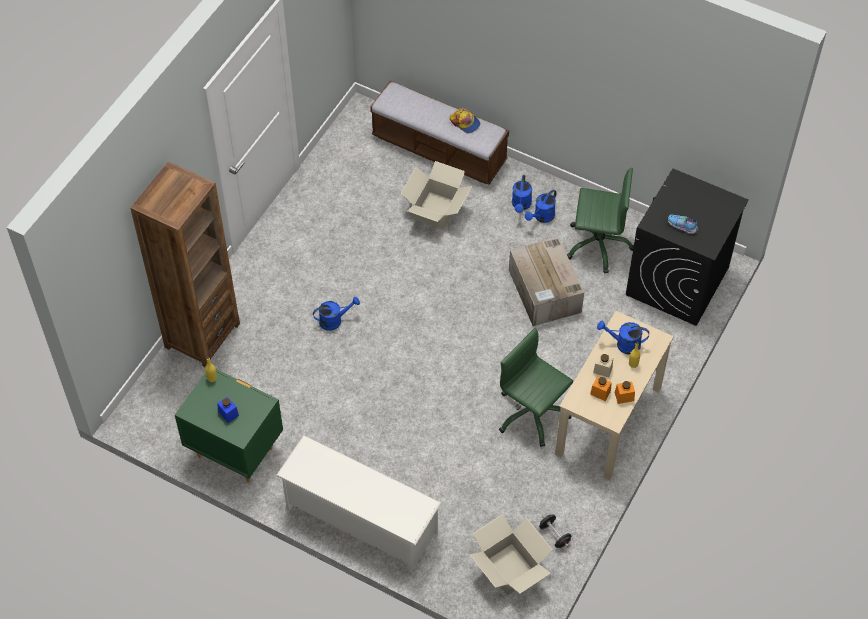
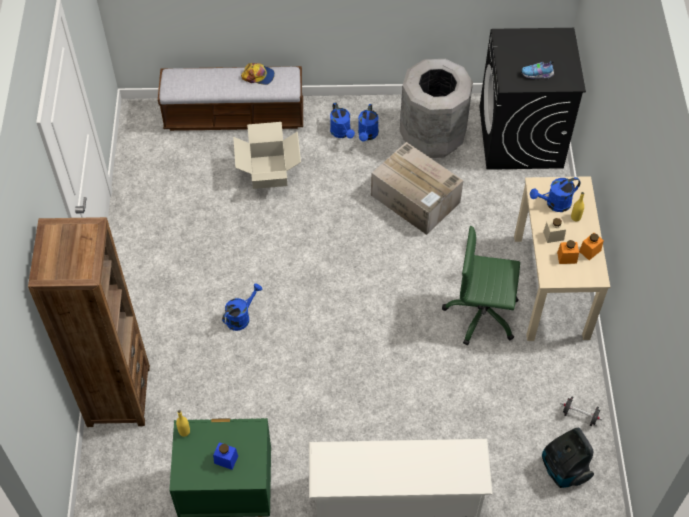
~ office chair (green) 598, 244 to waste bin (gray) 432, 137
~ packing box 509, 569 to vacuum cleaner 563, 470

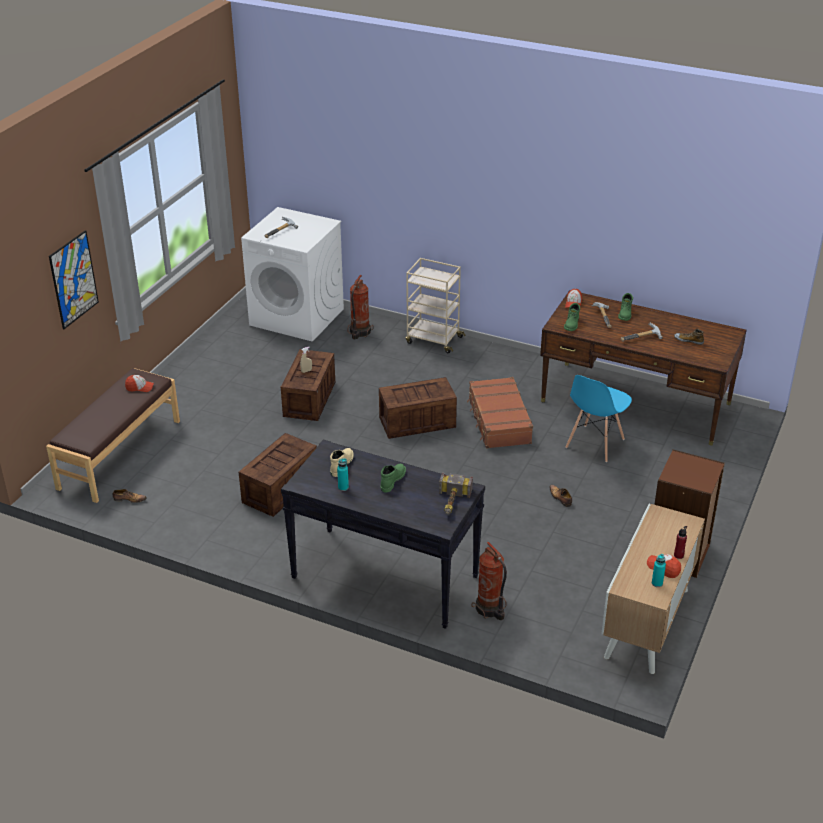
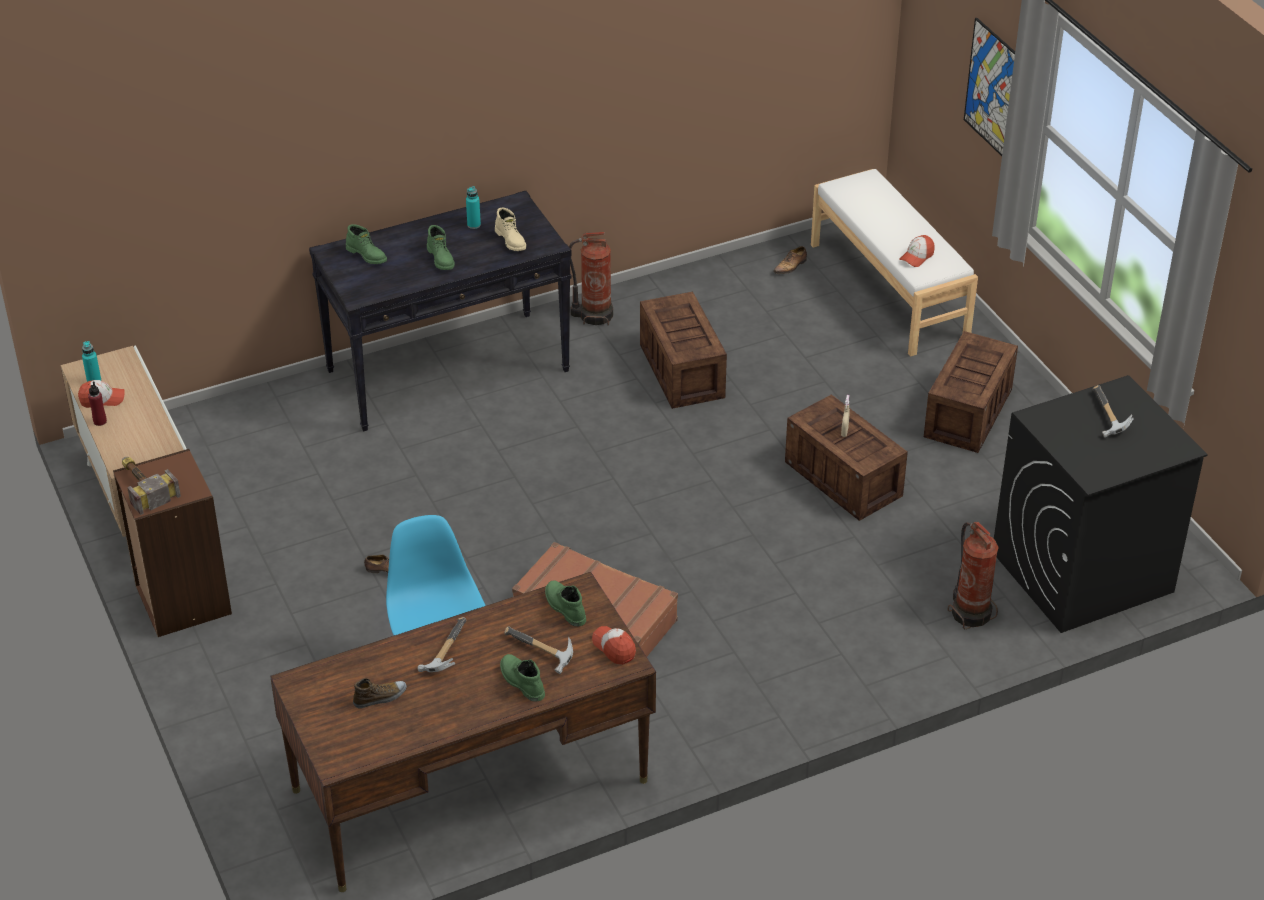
~ laundry appliance (white-coloured) 297, 317 to laundry appliance (blackish) 1081, 572
- wheeled cart (sand-coloured) 433, 340
~ indoor bench (brown) 119, 454 to indoor bench (white-coloured) 889, 290
~ crate 416, 422 to 968, 411
~ hammer 452, 502 to 142, 486
~ fire-fighting cylinder 490, 609 to 594, 315
+ high-top boot (green) 367, 255

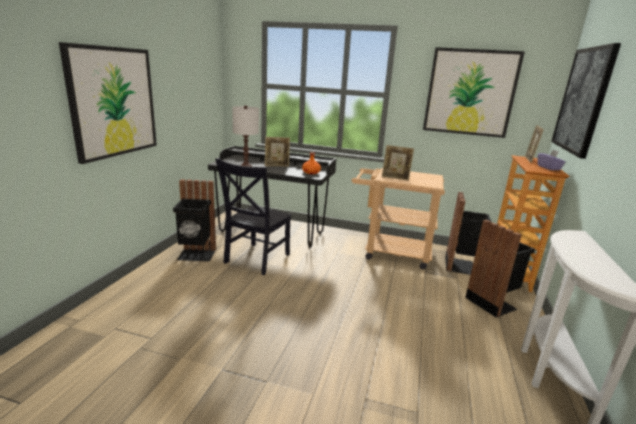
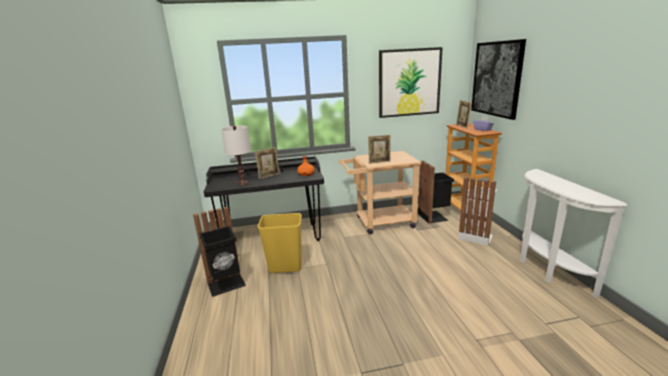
- wall picture 113, 102
~ chair (blackish) 255, 259 to waste bin (yellow-coloured) 285, 267
~ waste bin (blackish) 492, 302 to waste bin (white-coloured) 475, 236

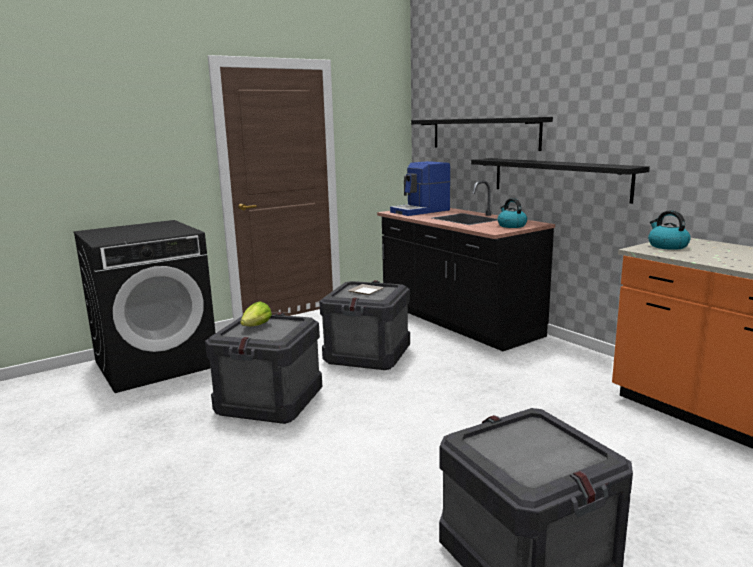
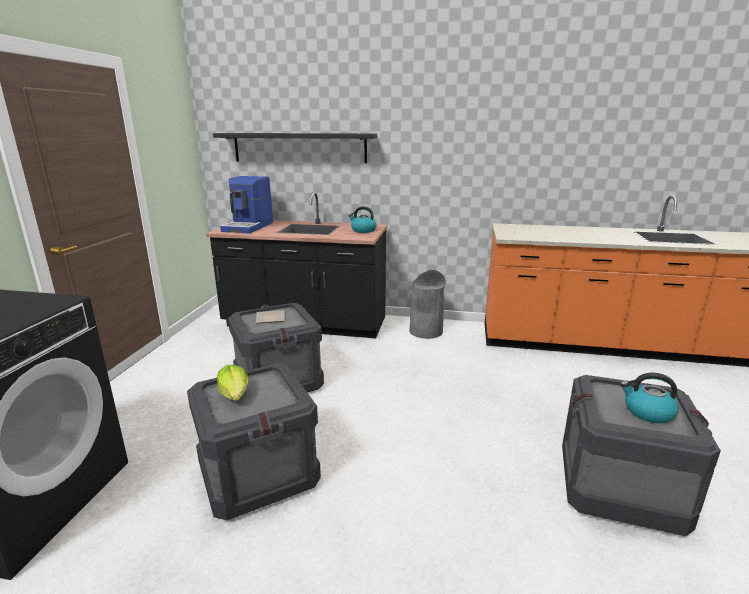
- bracket shelf (blackish) 558, 178
~ water kettle 667, 246 to 647, 412
+ waste bin (gray) 425, 331

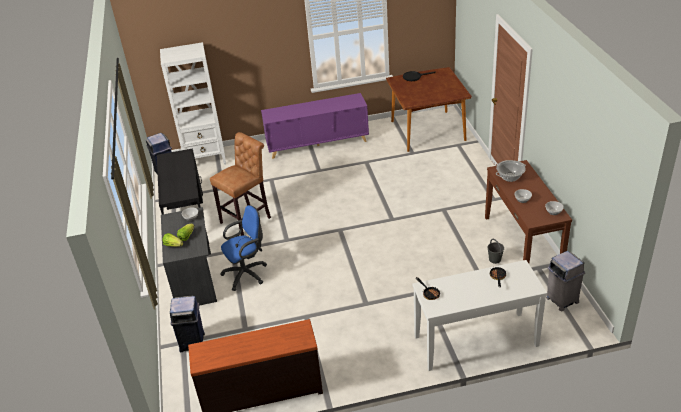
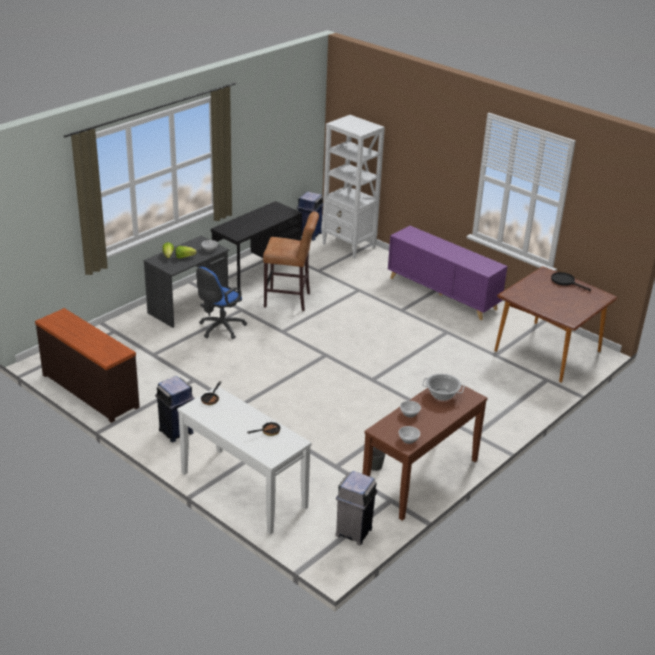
~ office chair (blue-coloured) 247, 273 = 220, 329 105 degrees clockwise
~ waste bin (blue-coloured) 193, 342 to 176, 432

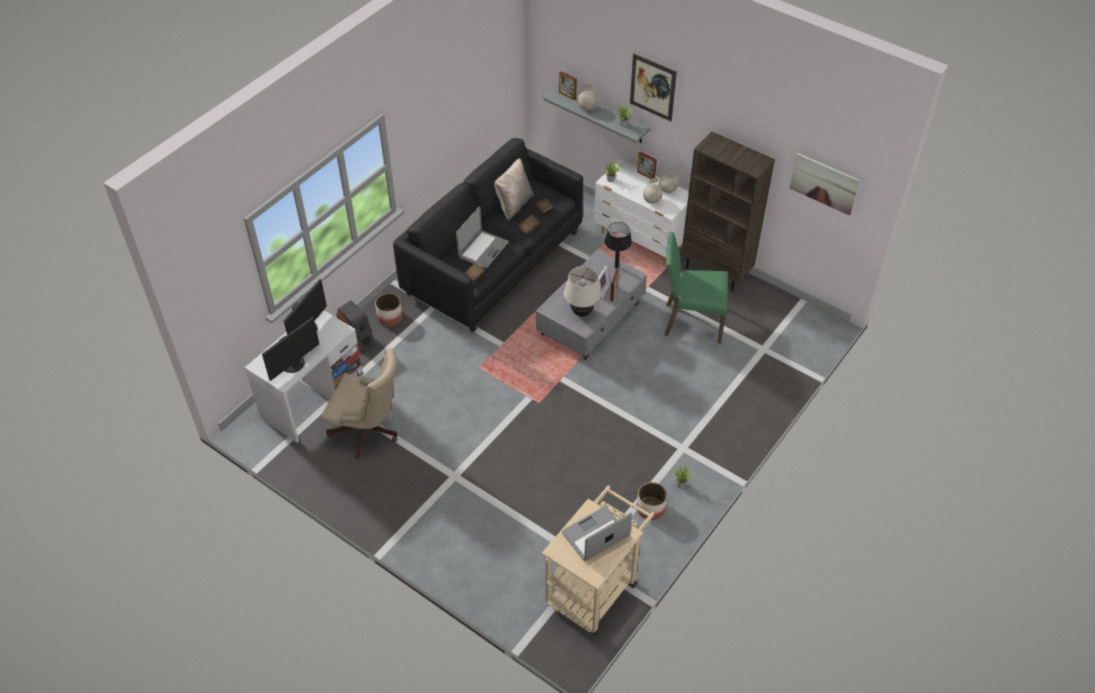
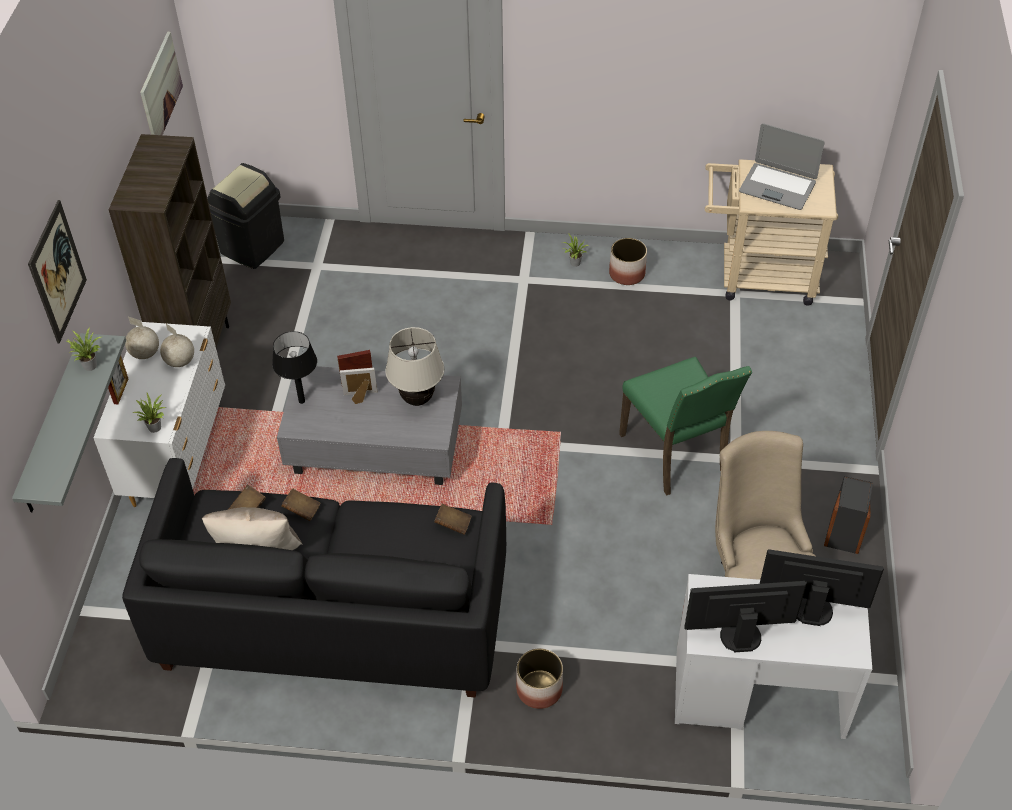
- photo frame 567, 96
- desk globe 587, 108
- portable computer 482, 249
~ chair (green) 691, 321 to 676, 454
~ loudspeaker 359, 341 to 844, 529
+ waste bin (blackish) 252, 247

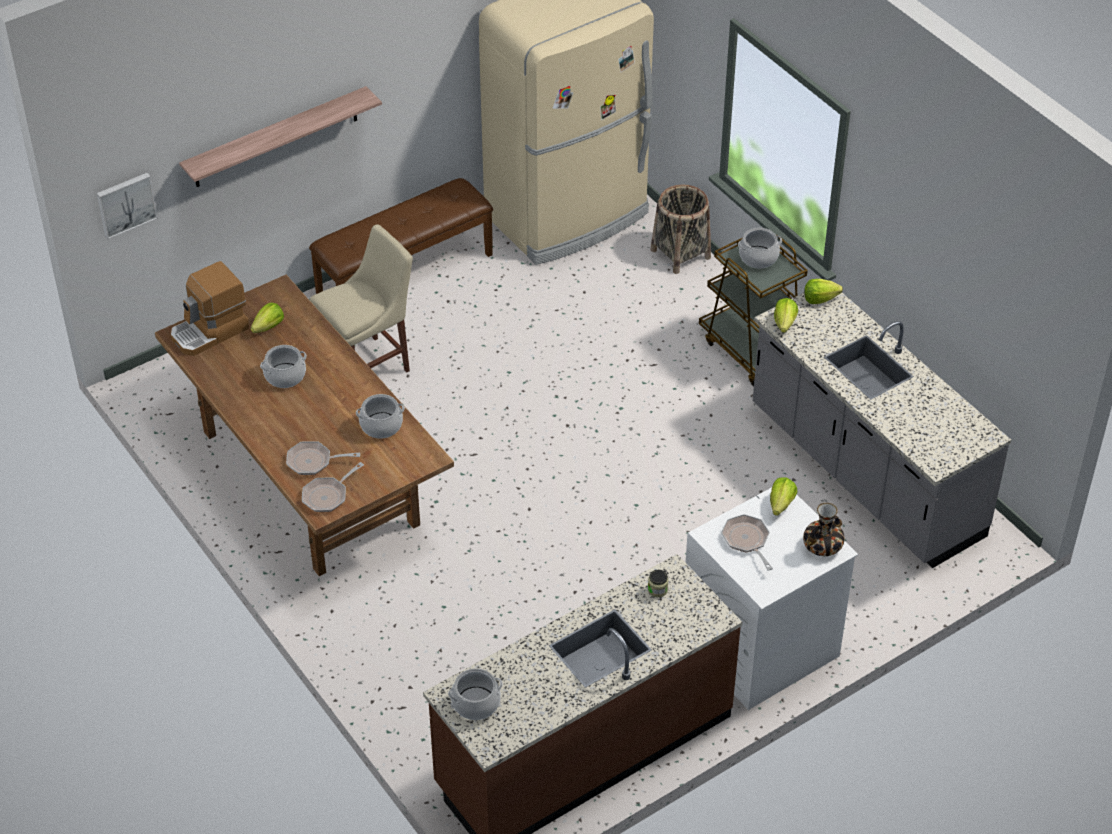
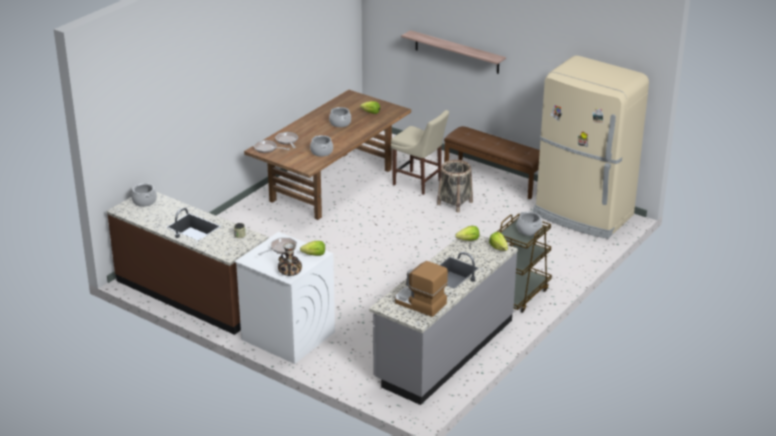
- wall picture 126, 204
~ household basket 680, 254 to 455, 203
~ coffee maker 210, 332 to 419, 303

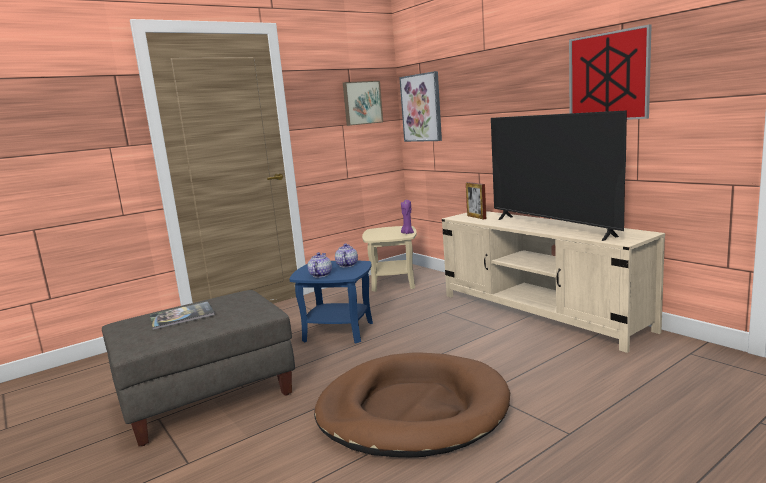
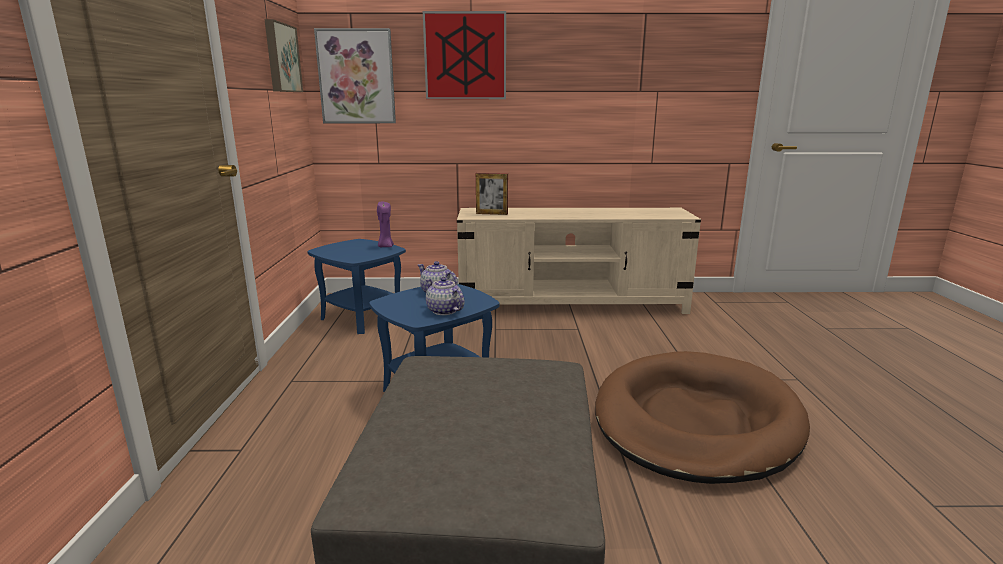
~ wall picture 608, 77 to 465, 56
- television 552, 227
~ end table (sand-coloured) 393, 282 to end table (blue-coloured) 362, 318
- volume 182, 316

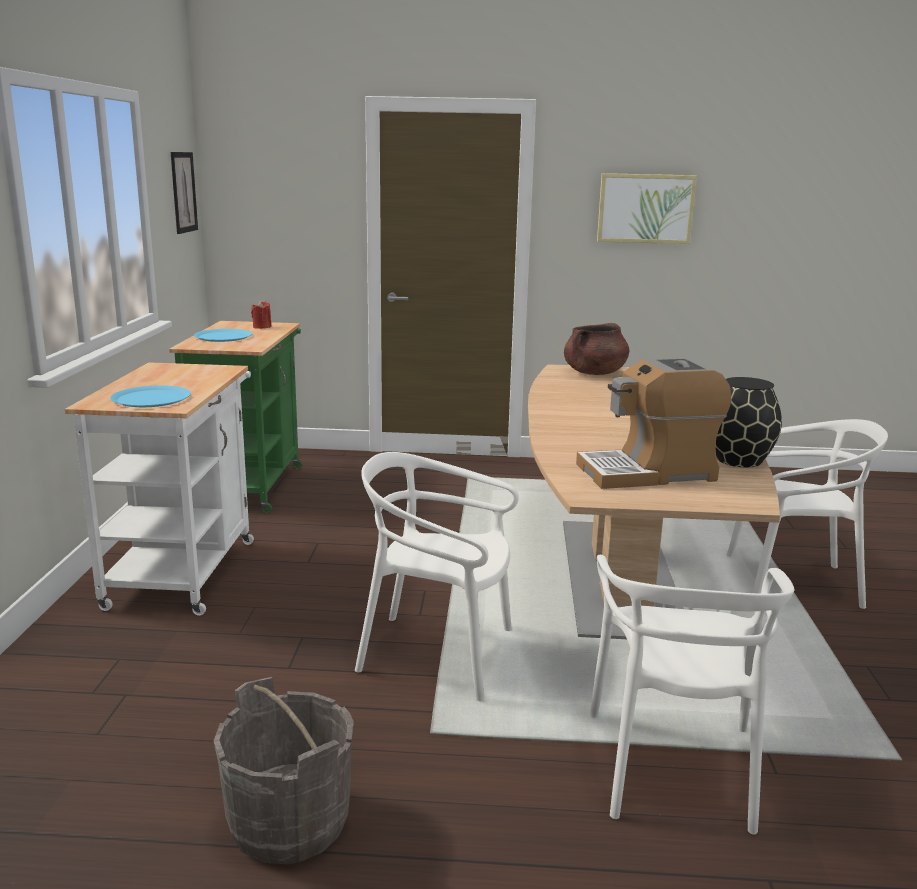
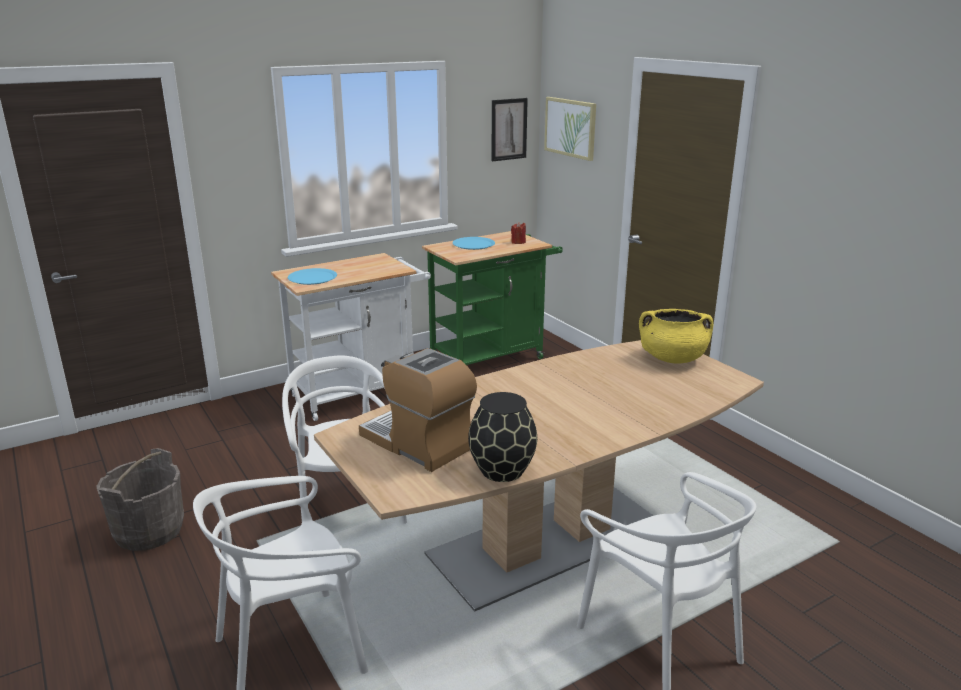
~ wall picture 645, 208 to 570, 127
~ saucepot (brown) 594, 373 to saucepot (yellow-coloured) 672, 358

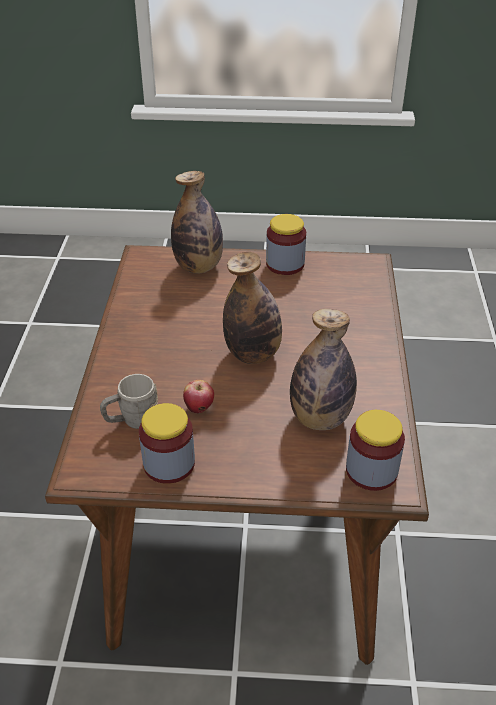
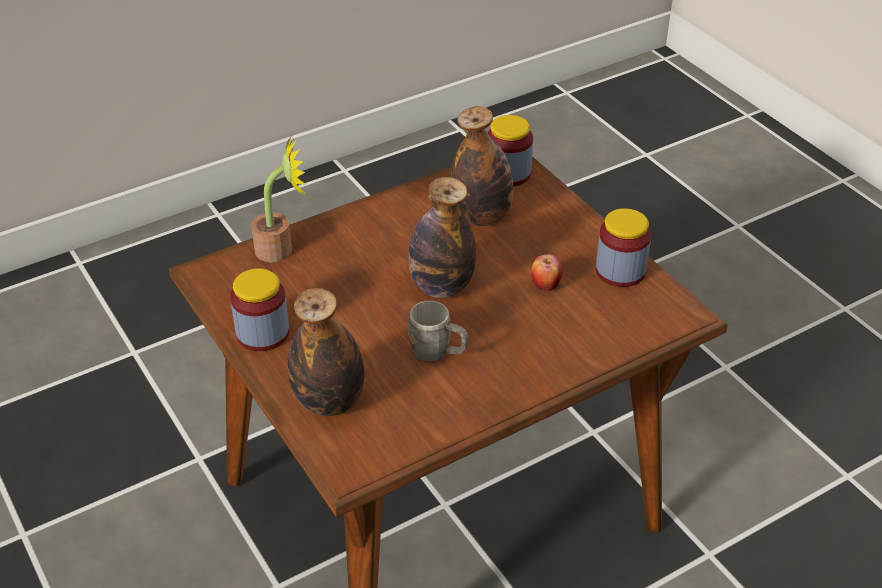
~ coffee mug (gray) 132, 420 to 437, 353
+ plant in a pot 281, 249

